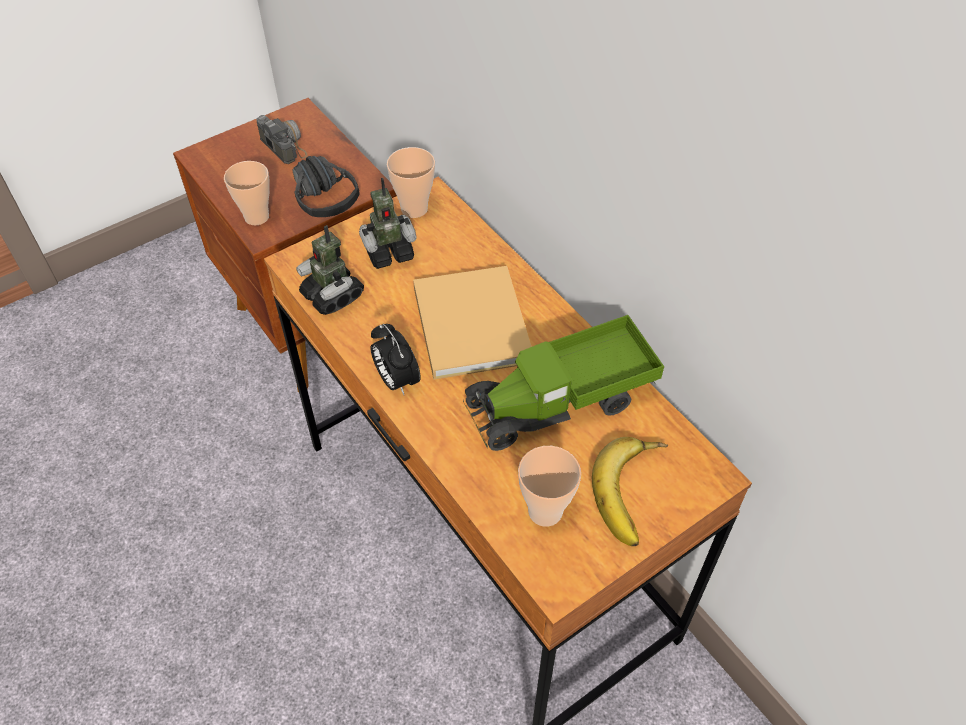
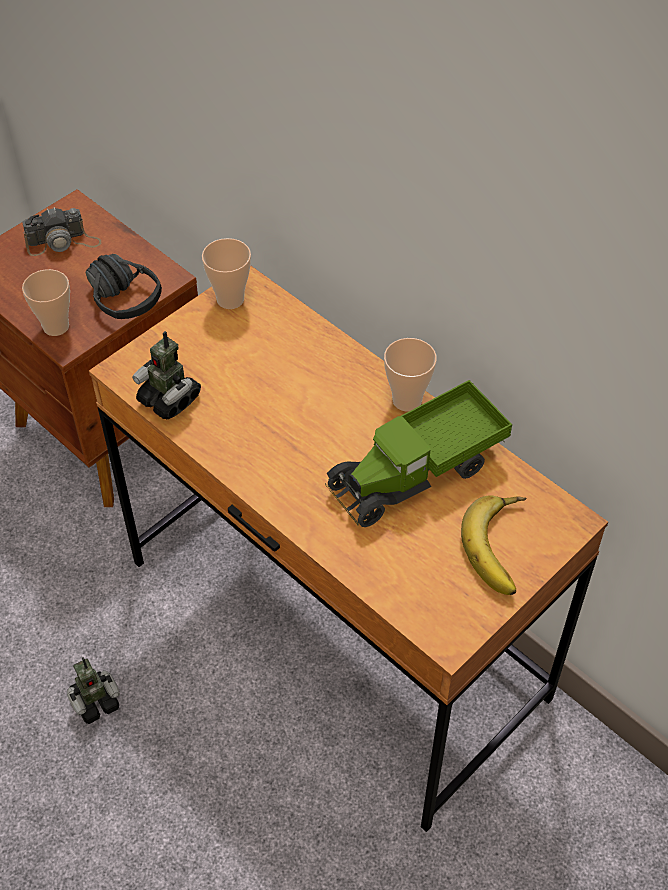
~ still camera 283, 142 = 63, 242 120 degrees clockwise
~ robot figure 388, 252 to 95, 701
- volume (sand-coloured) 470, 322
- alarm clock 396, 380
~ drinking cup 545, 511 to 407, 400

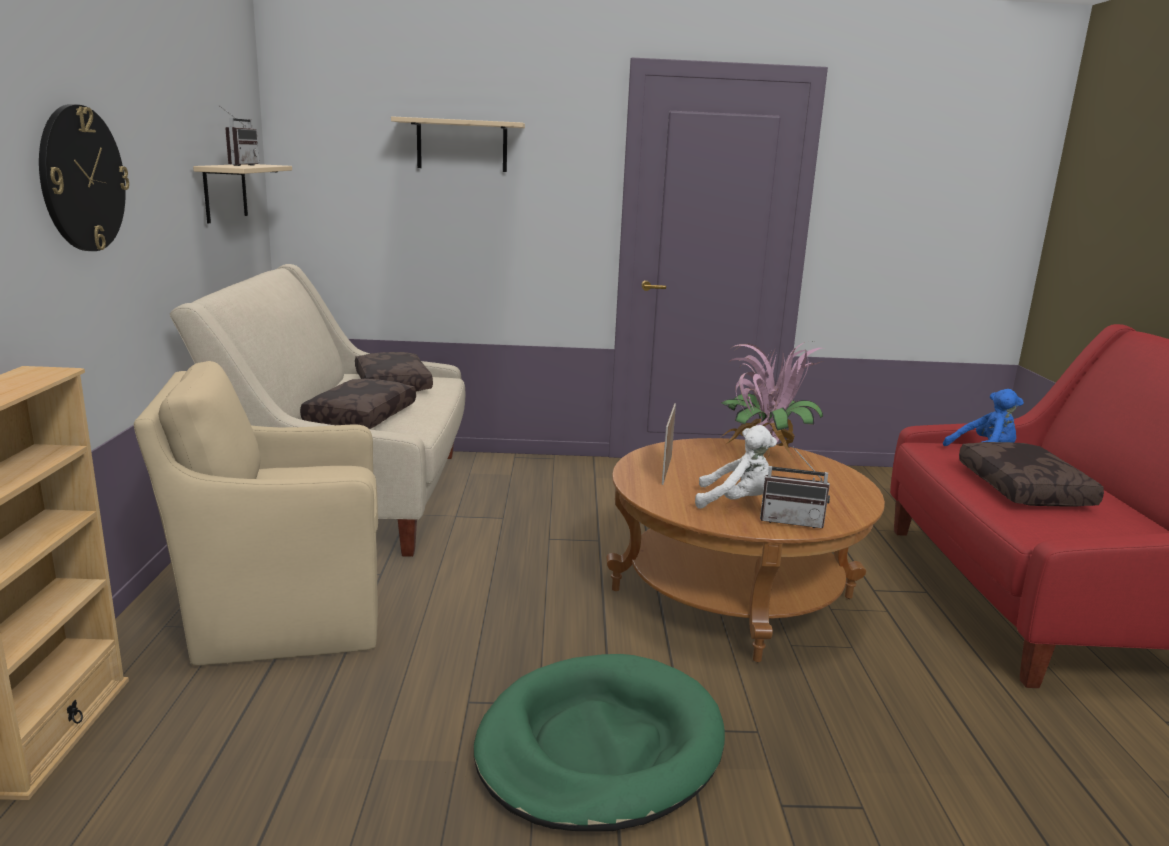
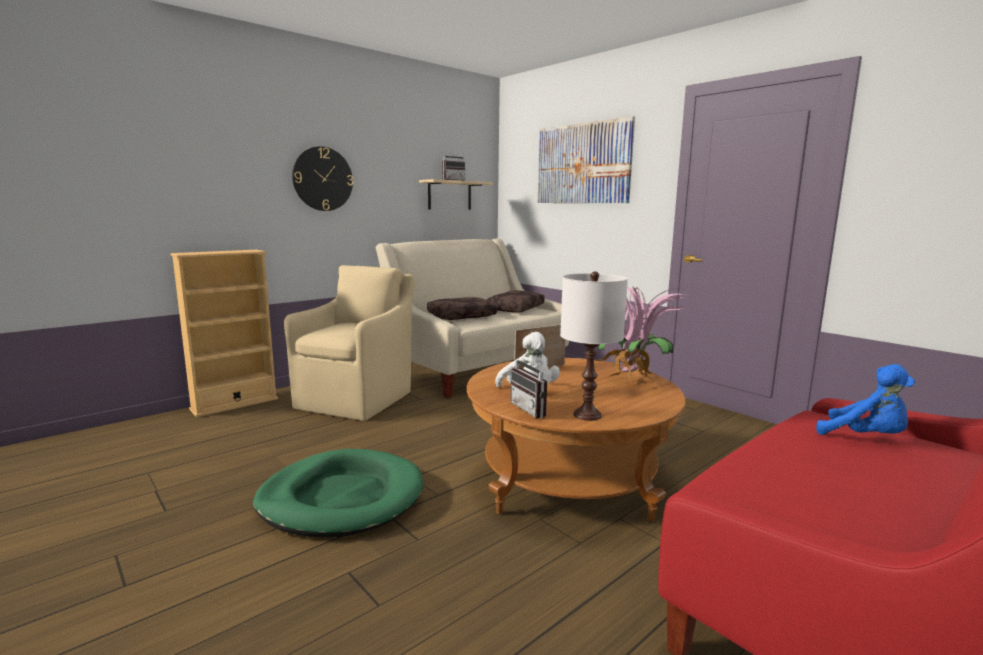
~ bracket shelf (sand-coloured) 462, 145 to wall picture 582, 164
~ lounge chair (sand-coloured) 283, 615 = 357, 399 75 degrees clockwise
- throw pillow (brown) 1025, 489
+ lamp for a table (white-coloured) 587, 415

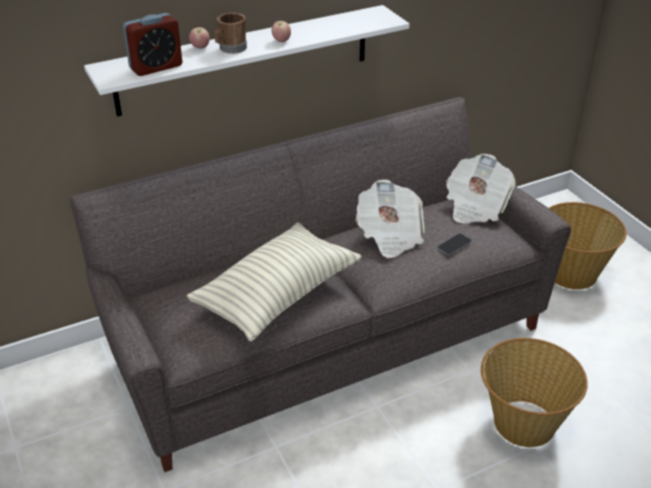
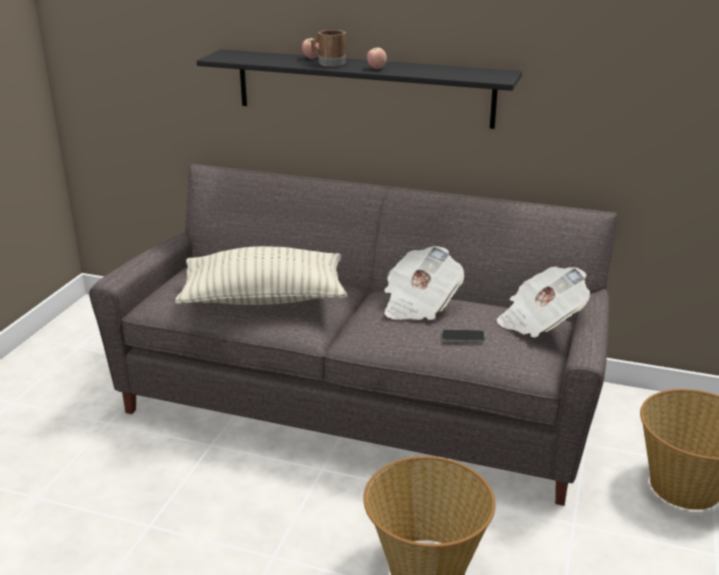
~ bracket shelf (white-coloured) 245, 60 to bracket shelf (blackish) 363, 88
- alarm clock 156, 67

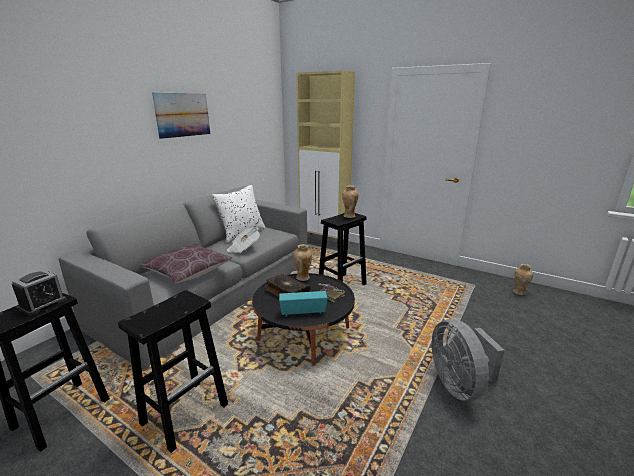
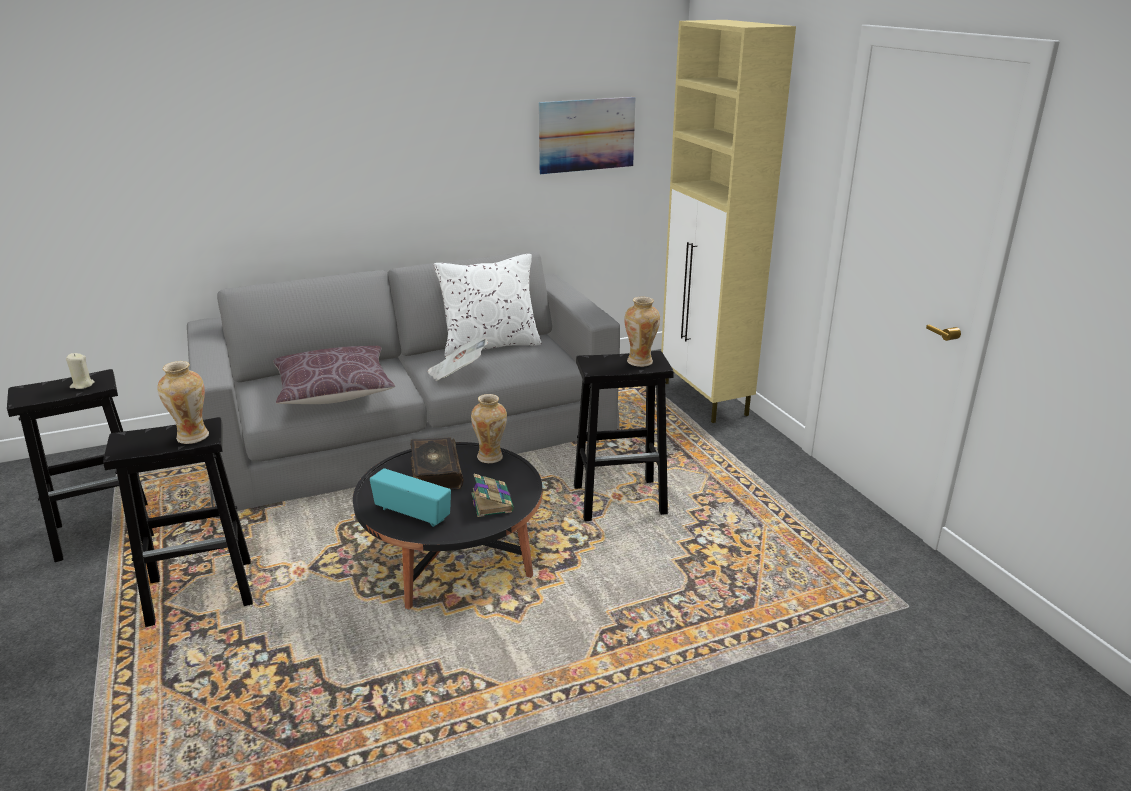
~ wall picture 183, 115 to 587, 135
~ flower vase 519, 292 to 191, 437
~ alarm clock 43, 304 to candle (sand-coloured) 82, 385
- cooling fan (gray) 459, 385

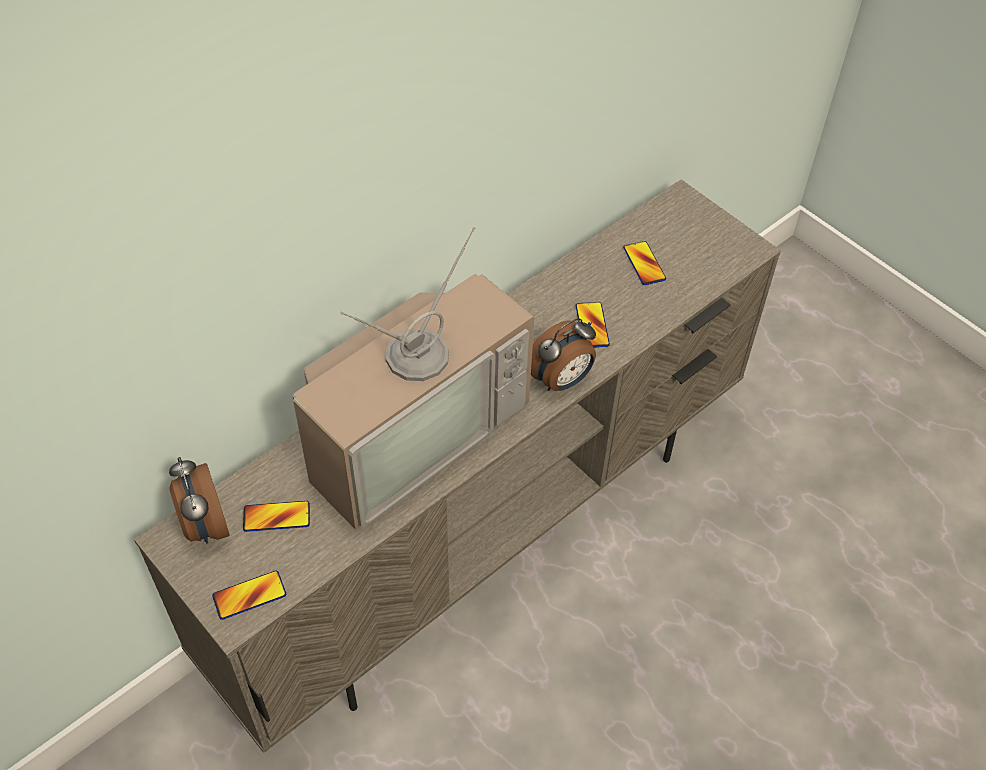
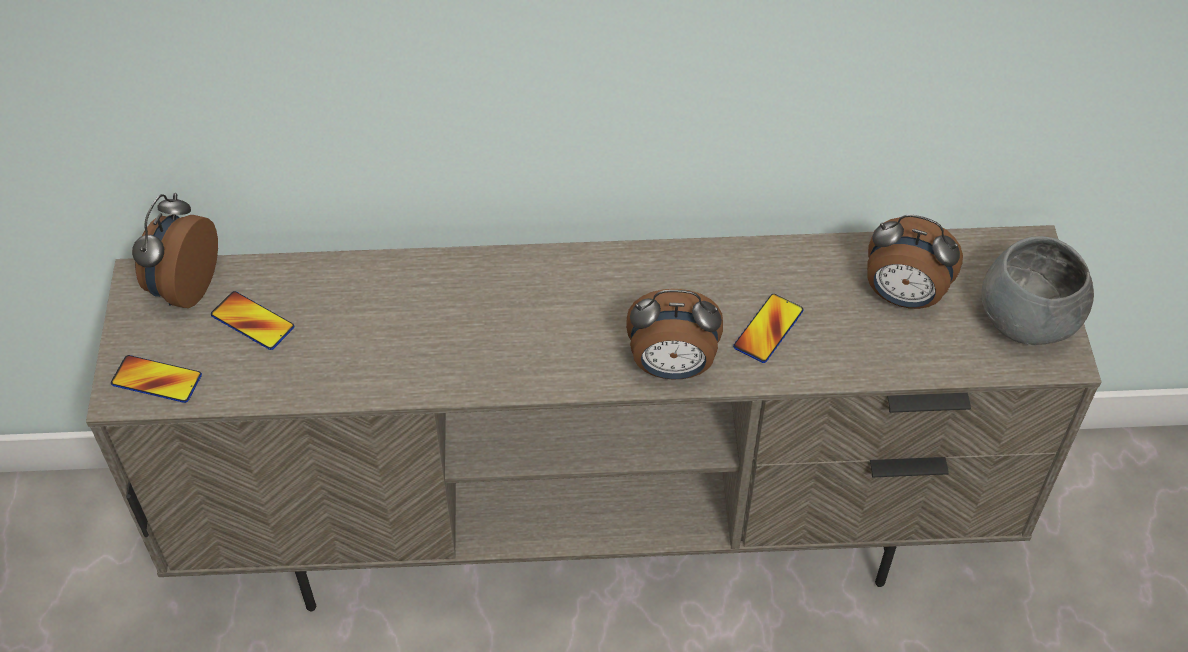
- television 412, 430
~ phone 644, 264 to alarm clock 903, 297
+ serving bowl (gray) 1028, 320

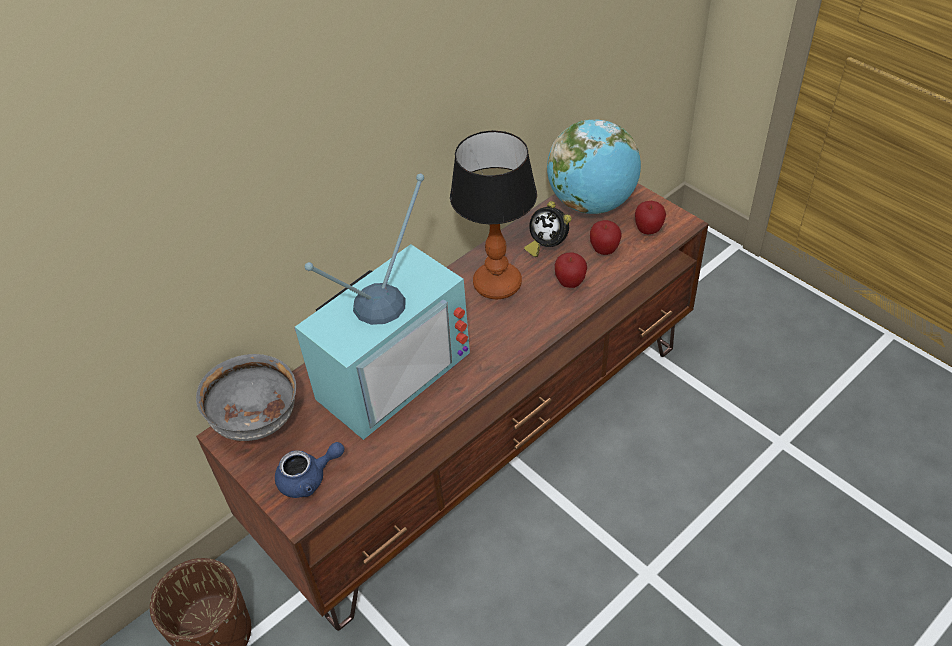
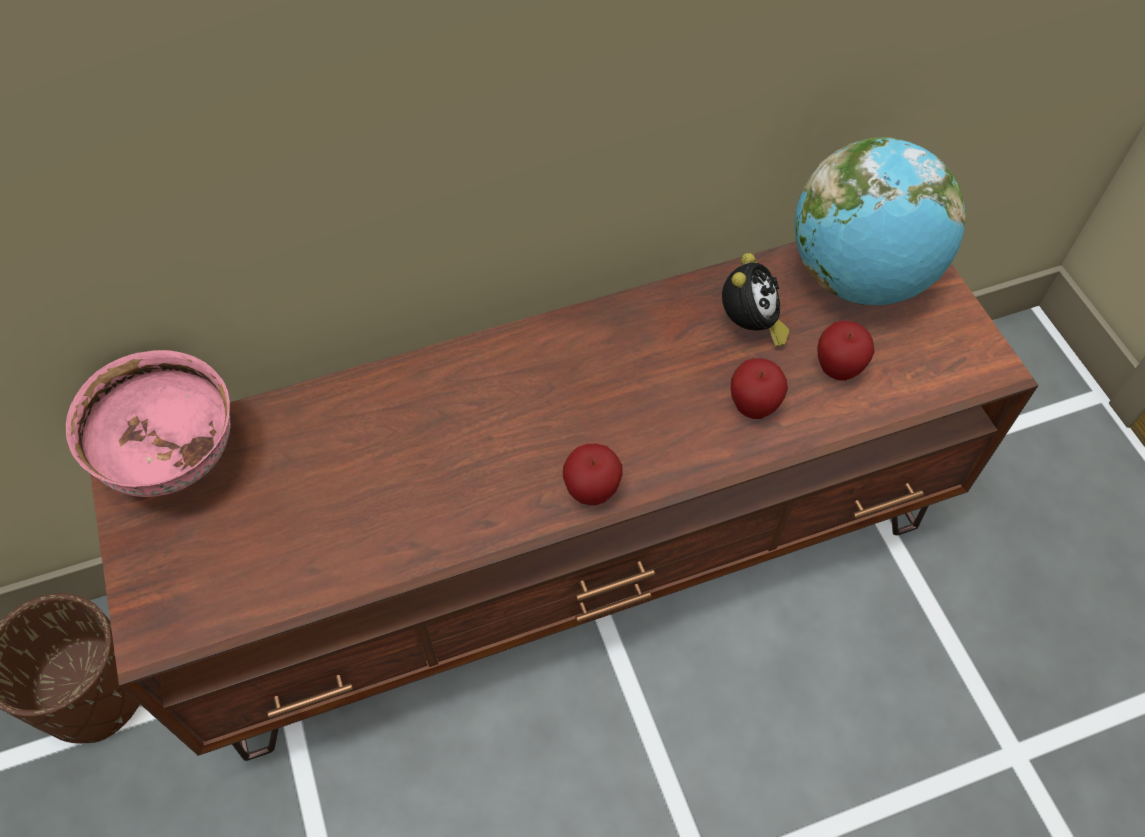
- lamp for a table 497, 283
- television 390, 370
~ alarm clock 547, 246 = 749, 326 135 degrees counterclockwise
~ apple fruit 648, 230 to 591, 491
~ serving bowl (gray) 258, 423 to serving bowl (pinkish) 177, 459
- pot for tea (blue-coloured) 309, 478

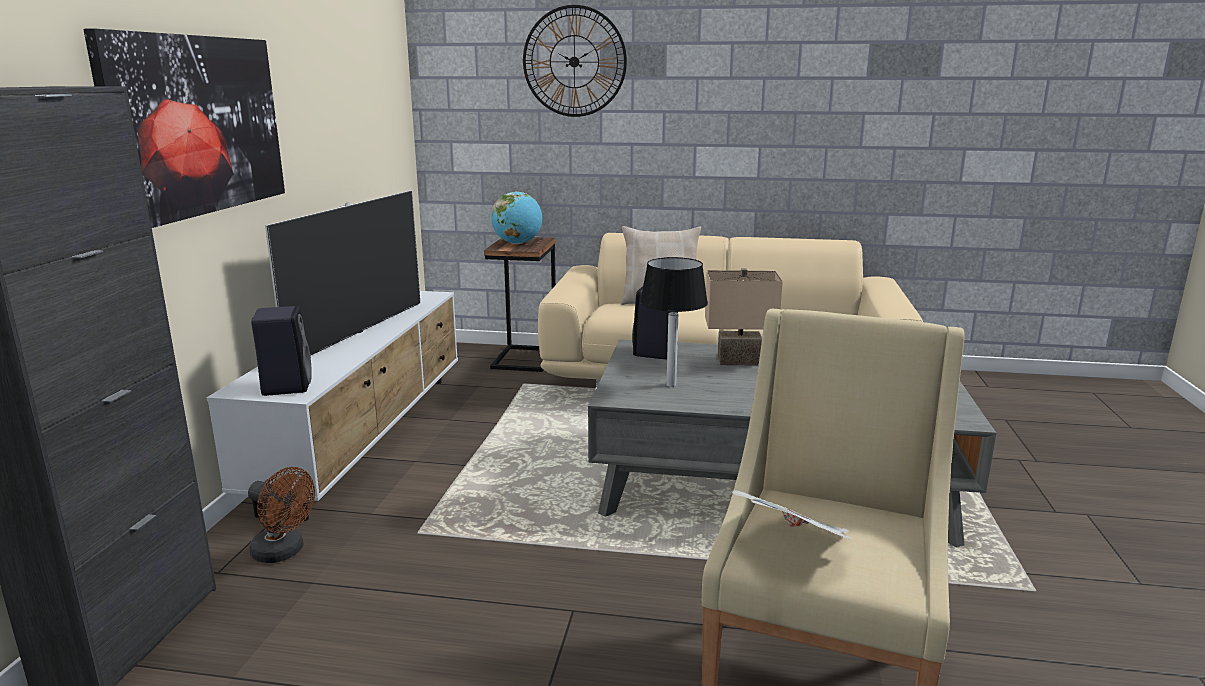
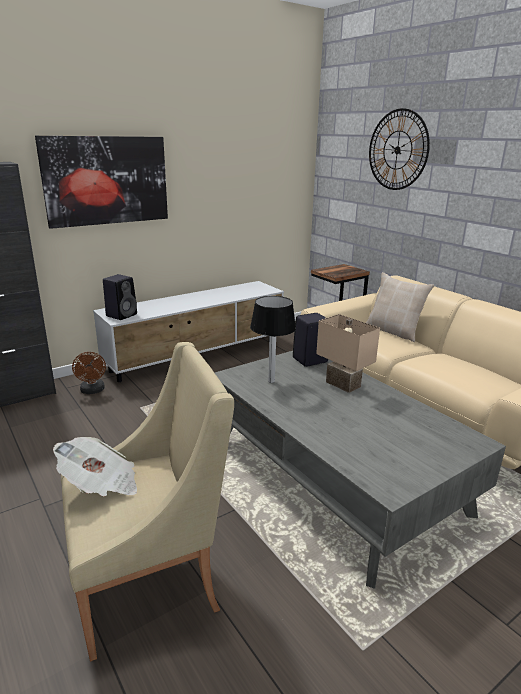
- television 359, 332
- desk globe 517, 243

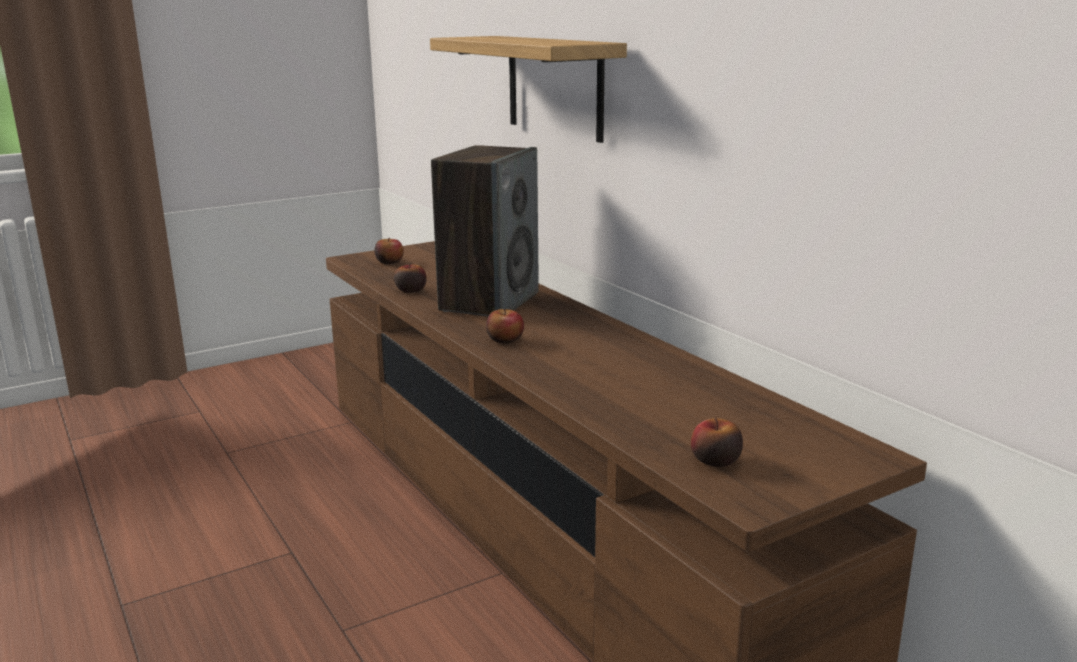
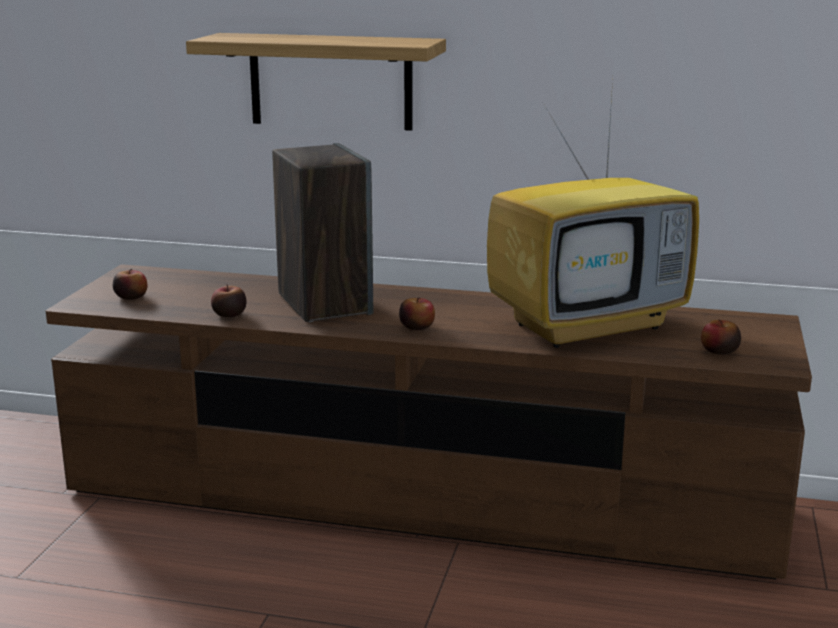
+ television 589, 325

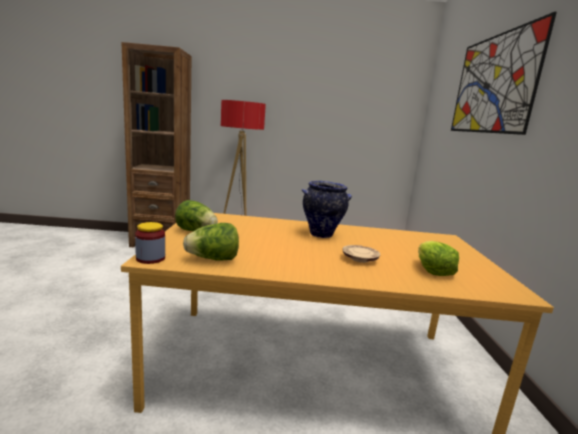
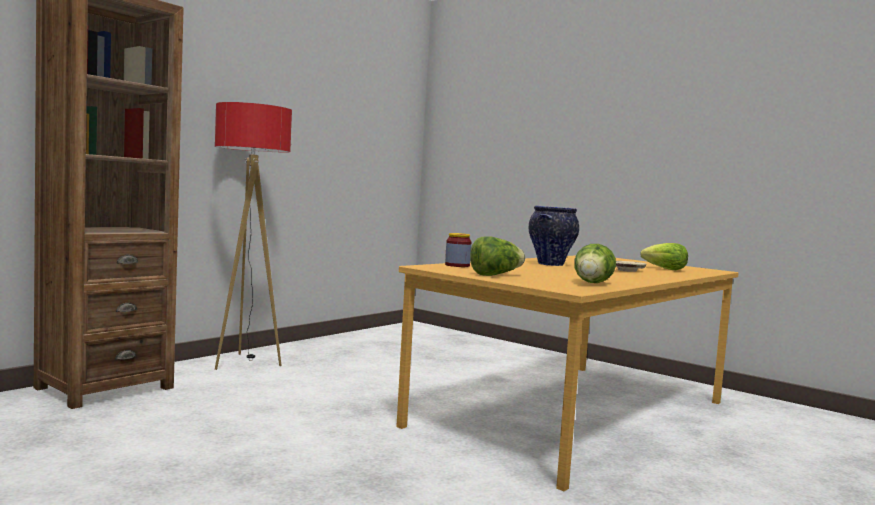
- wall picture 492, 84
~ storage jar 150, 258 to 457, 265

